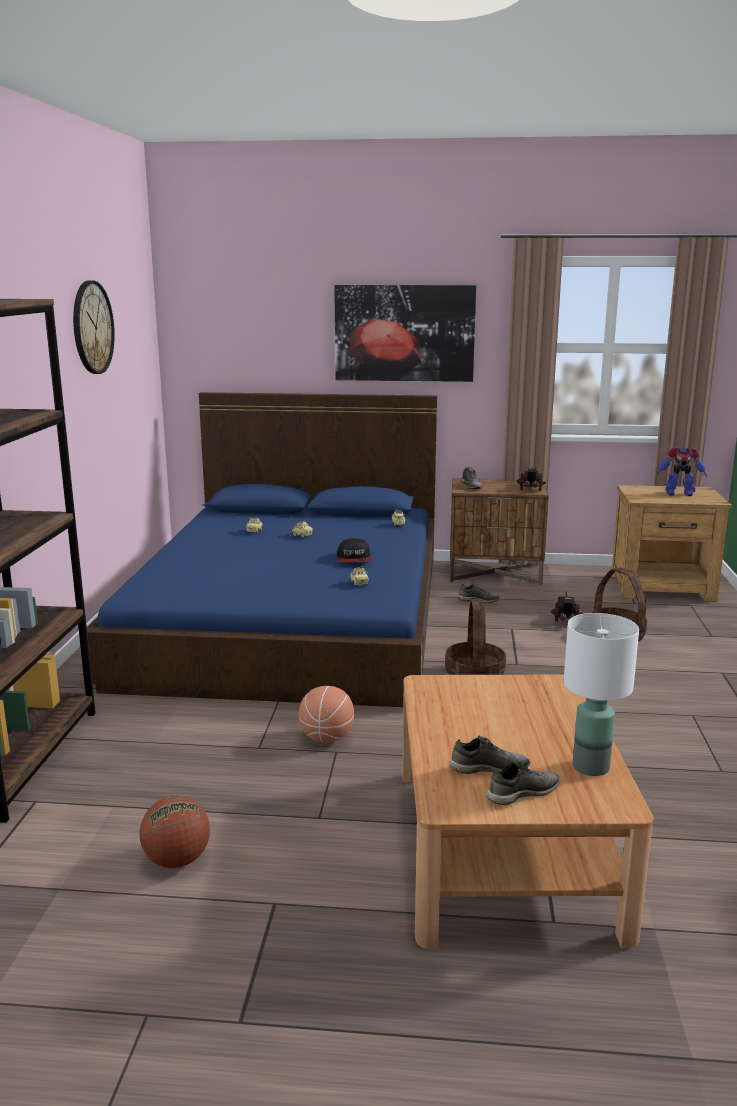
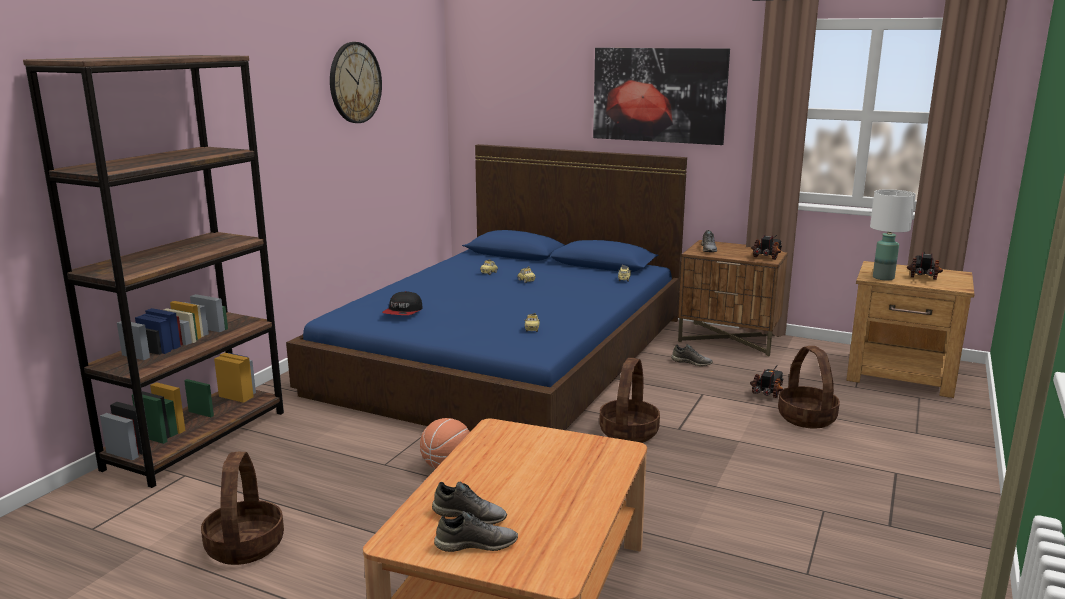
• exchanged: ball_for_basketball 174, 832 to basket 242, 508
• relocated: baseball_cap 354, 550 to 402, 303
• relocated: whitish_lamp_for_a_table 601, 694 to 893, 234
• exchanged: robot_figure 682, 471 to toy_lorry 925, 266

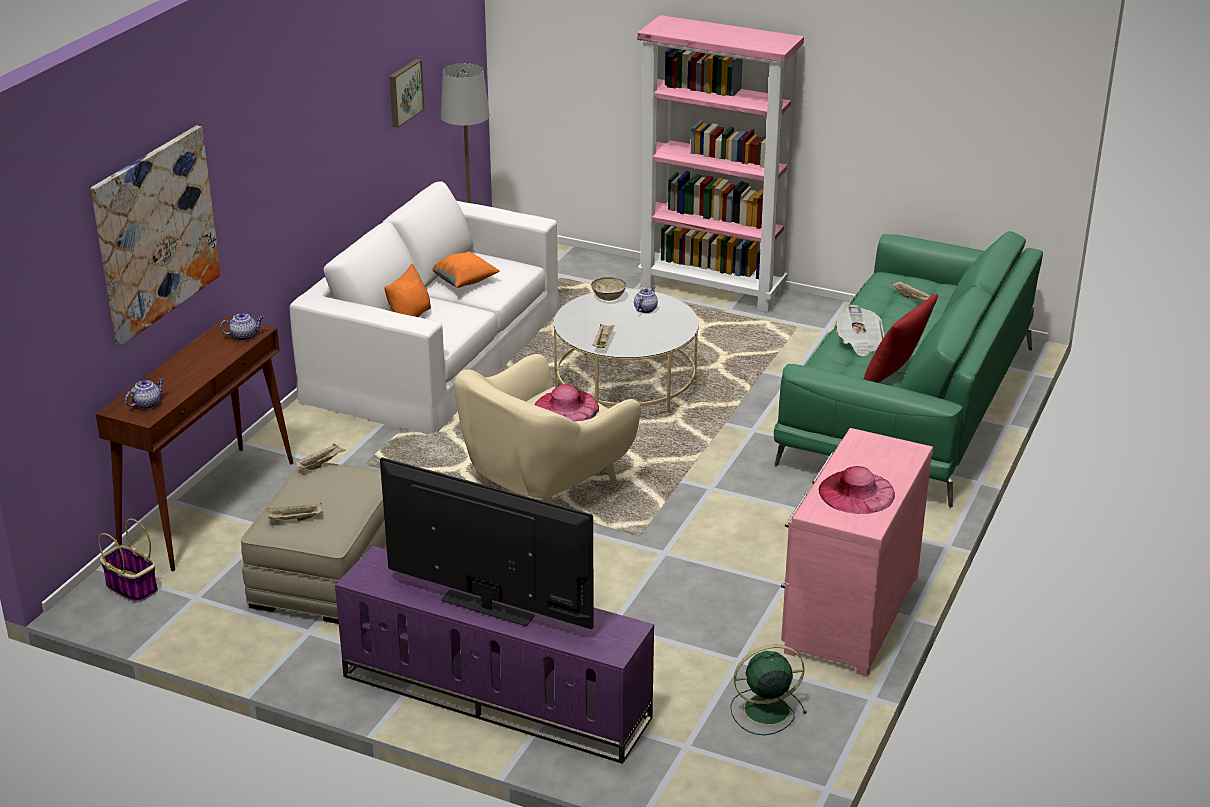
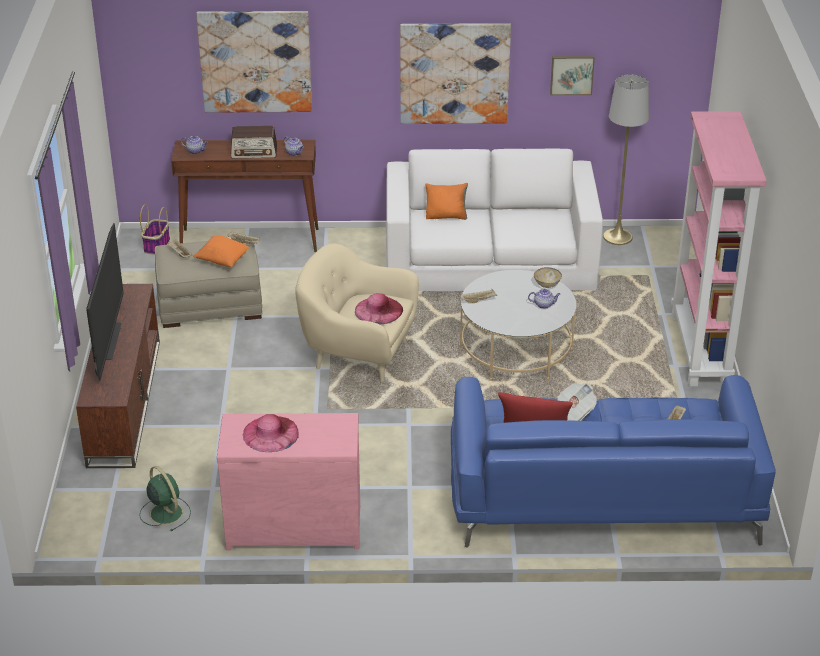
• colour: purple_tv_stand 494, 655 to brownish_tv_stand 118, 376
• relocated: orangey_cushion 466, 270 to 221, 251
• appeared: radio 253, 142
• appeared: picture 455, 73
• colour: green-coloured_sofa 908, 369 to bluish_sofa 613, 461

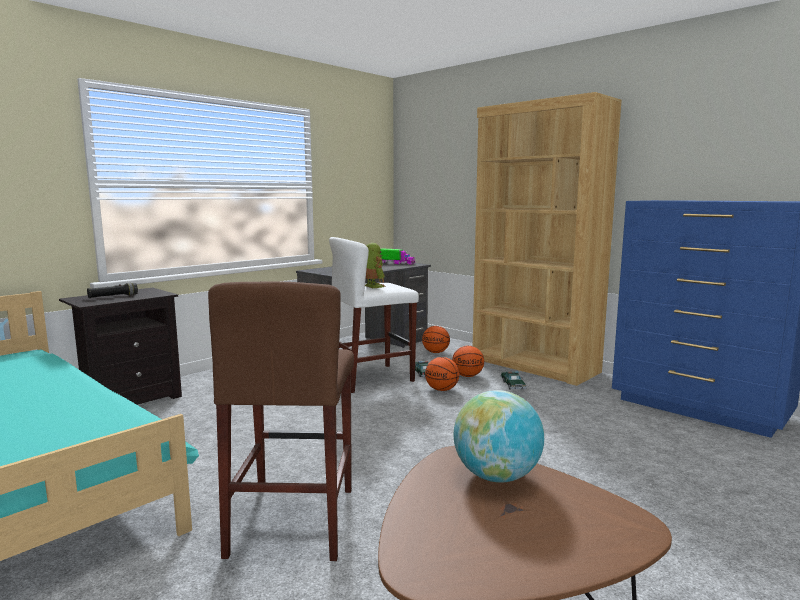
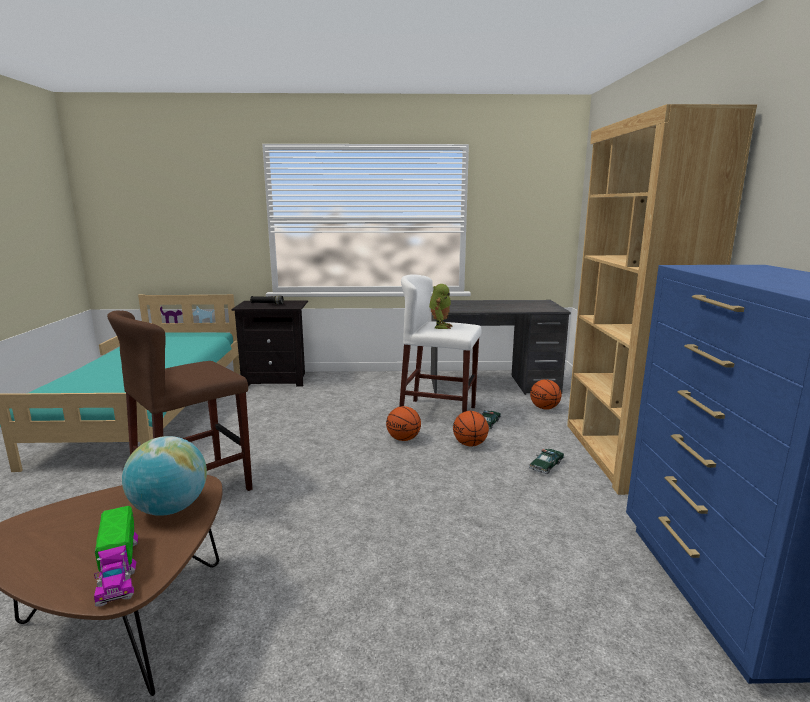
• relocated: toy_lorry 398, 256 to 116, 556
• relocated: ball_for_basketball 468, 361 to 403, 423

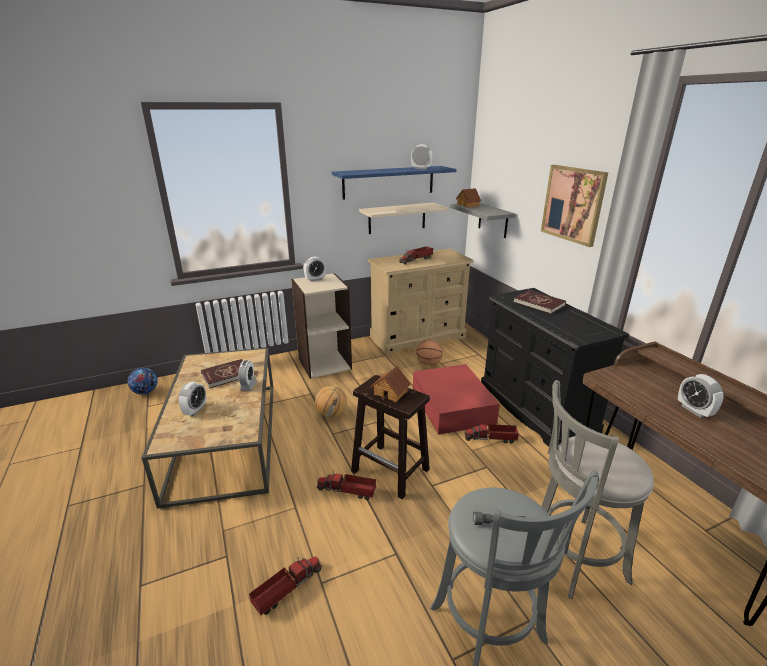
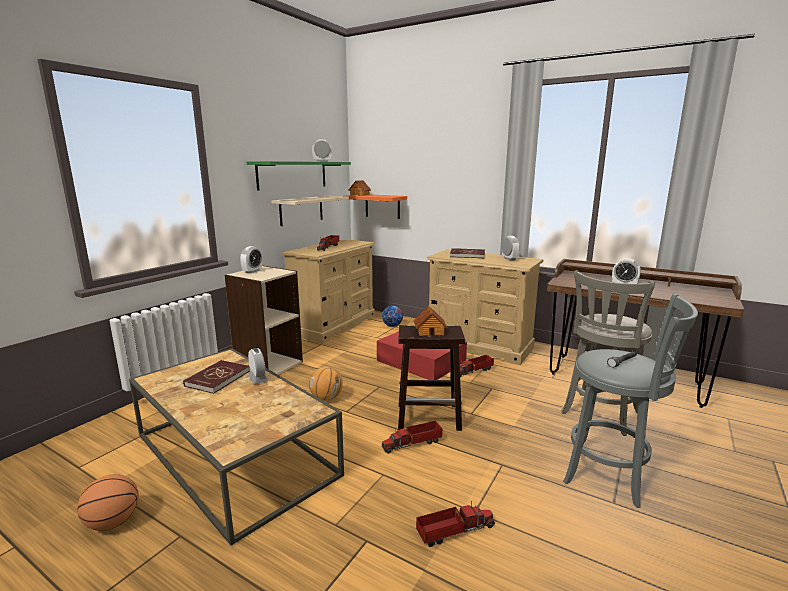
• relocated: ball_for_basketball 429, 352 to 108, 502
• colour: bluish_wall_shelf 394, 183 to green-coloured_wall_shelf 299, 176
• colour: grey_wall_shelf 482, 220 to orangey_wall_shelf 375, 207
• relocated: football 143, 381 to 392, 316
• spun: toy_lorry 285, 585 = 455, 524 60 degrees clockwise
• colour: black_chest_of_drawers 555, 367 to beige_chest_of_drawers 484, 307
• relocated: table_clock 192, 399 to 511, 248
• missing: picture 574, 206

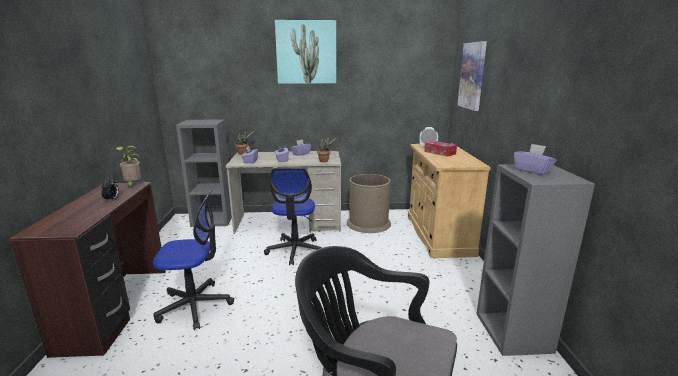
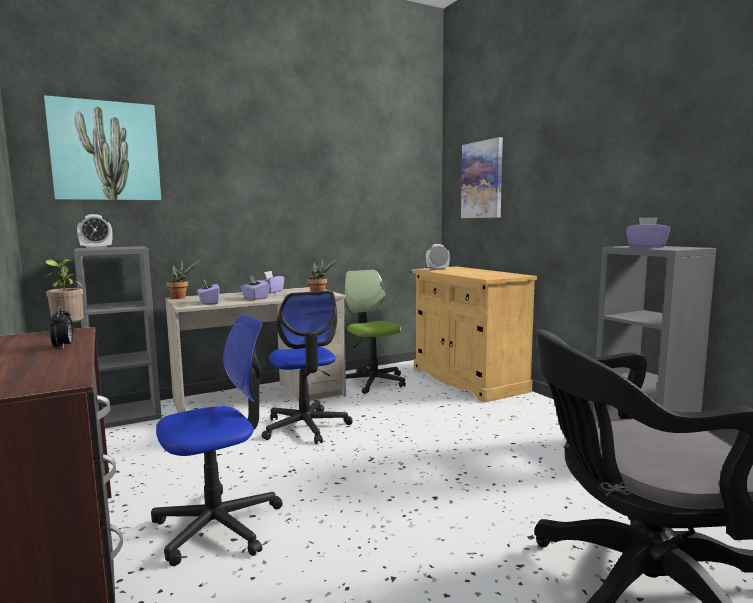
• relocated: picture 305, 52 to 102, 147
• appeared: table_clock 94, 231
• exchanged: brownish_rubbish_bin 369, 203 to desk_chair 375, 332
• missing: tissue_box 440, 149

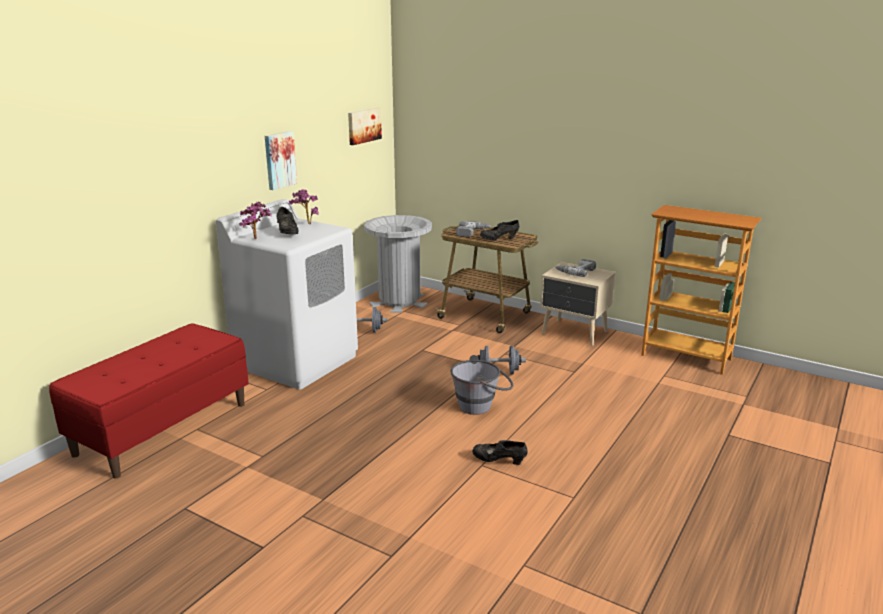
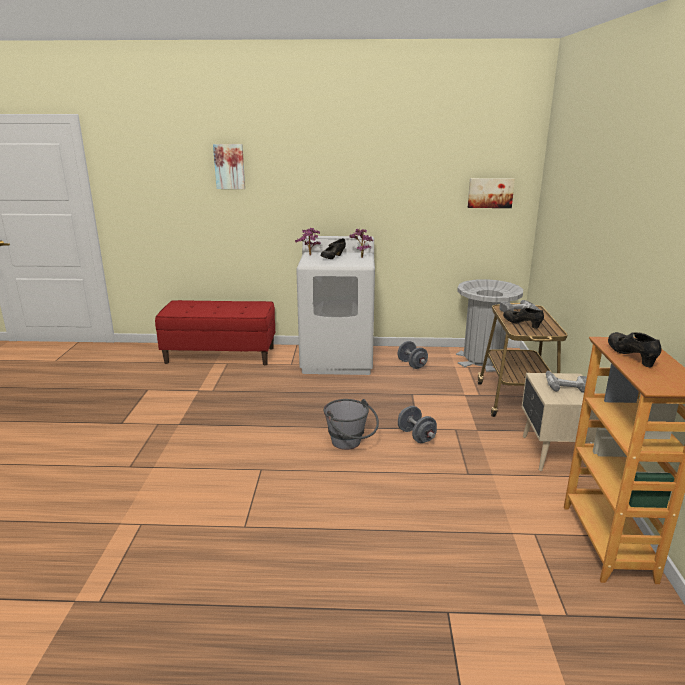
• relocated: picture 281, 160 to 229, 166
• relocated: black_shoe 500, 452 to 634, 349

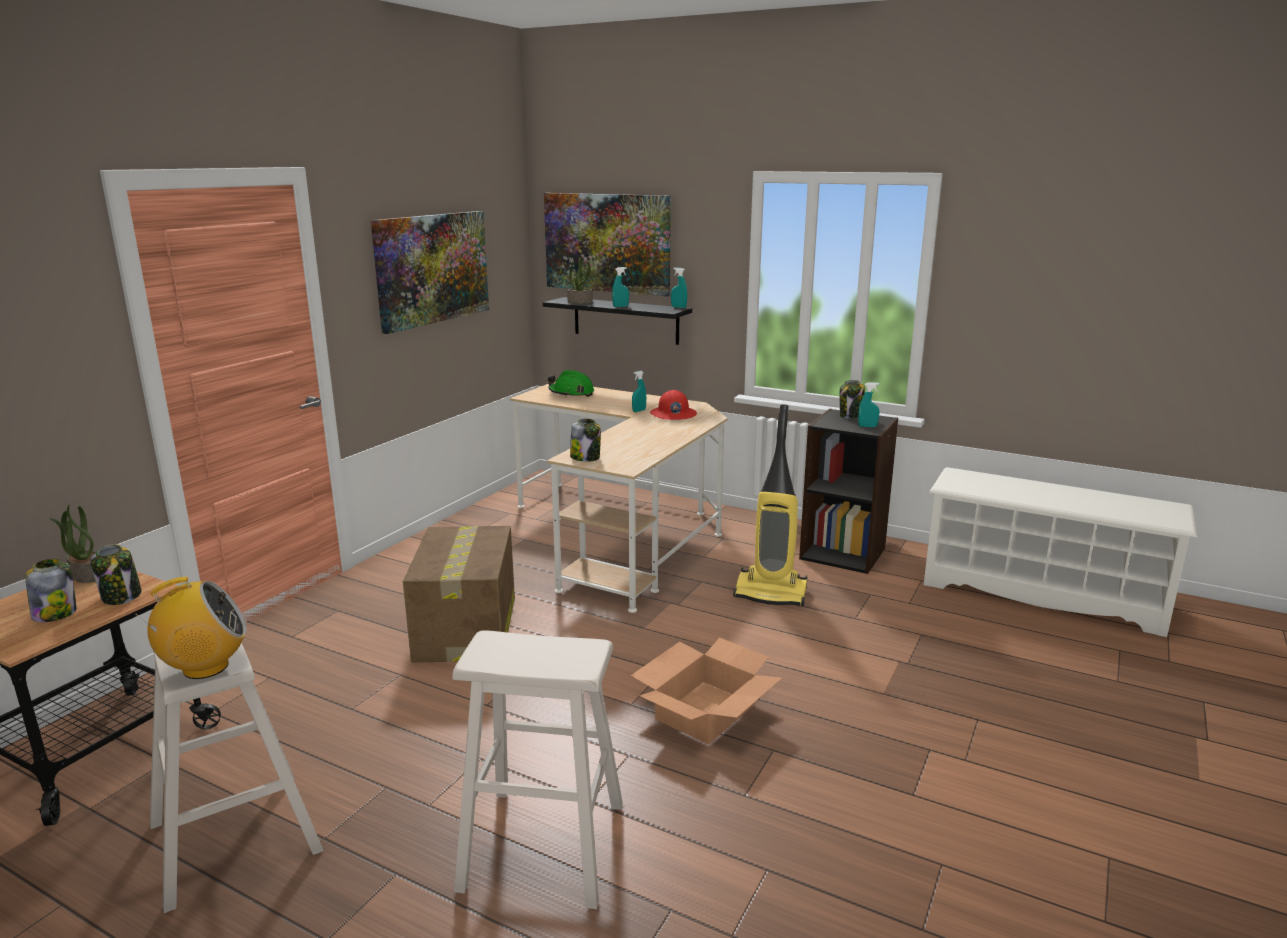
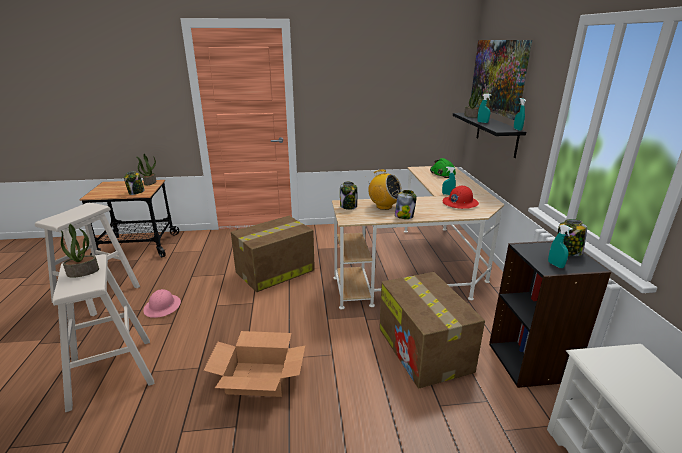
• appeared: plant_in_a_pot 80, 251
• appeared: pinkish_work_helmet 162, 303
• relocated: radio 191, 627 to 385, 190
• exchanged: hoover 770, 505 to packing_box 432, 330
• relocated: preserve_jar 51, 590 to 406, 204
• missing: picture 430, 272

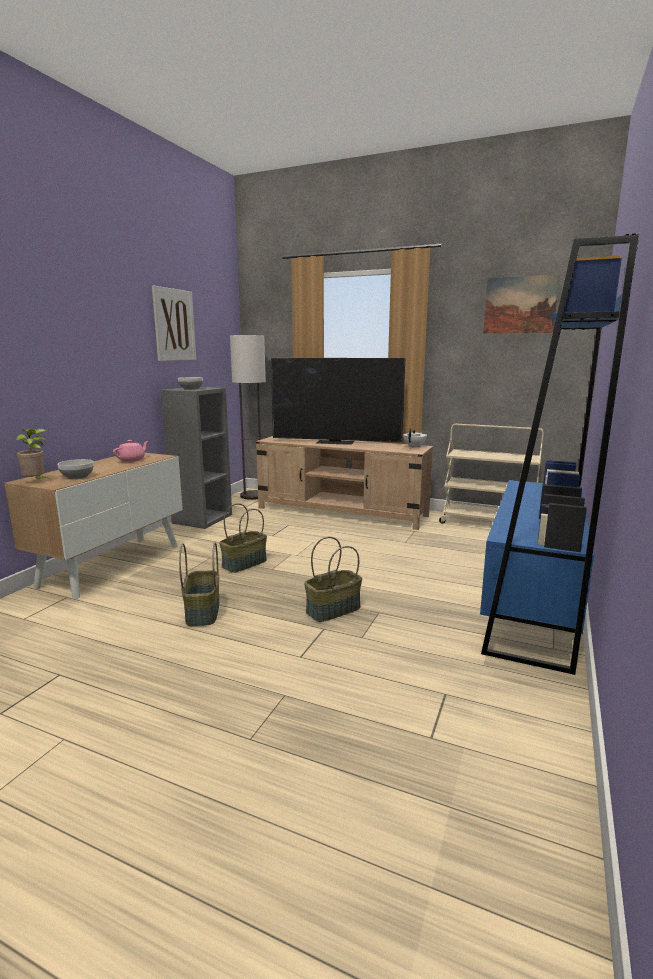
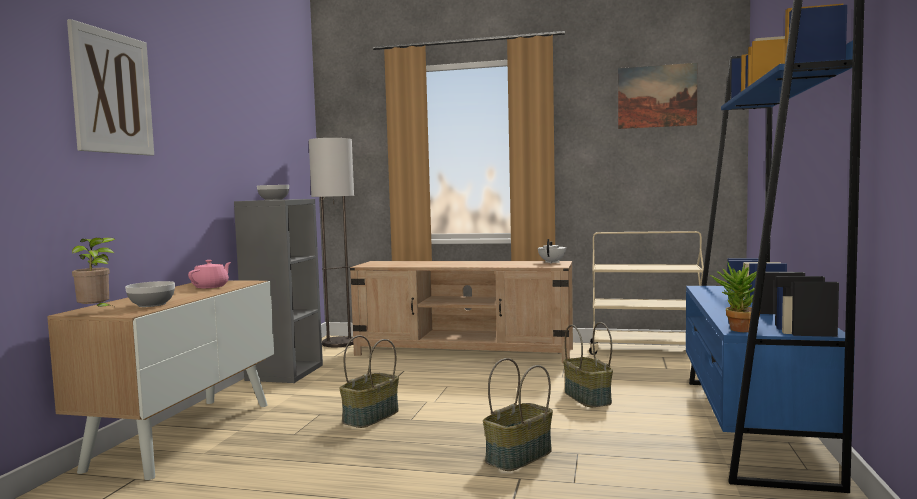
• relocated: picture 174, 323 to 110, 87
• relocated: basket 199, 584 to 588, 364
• appeared: plant_in_a_pot 735, 297
• missing: TV 338, 401

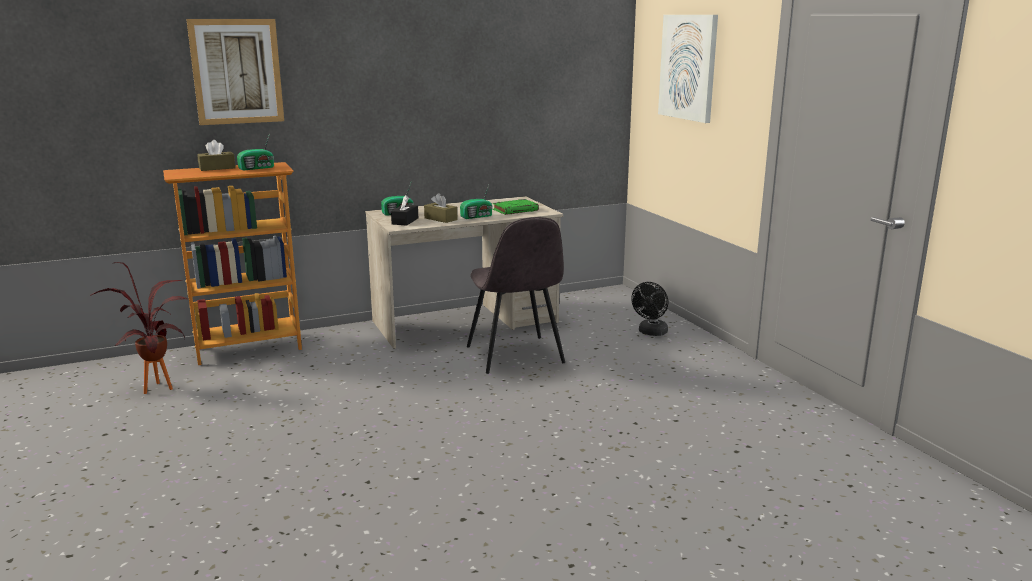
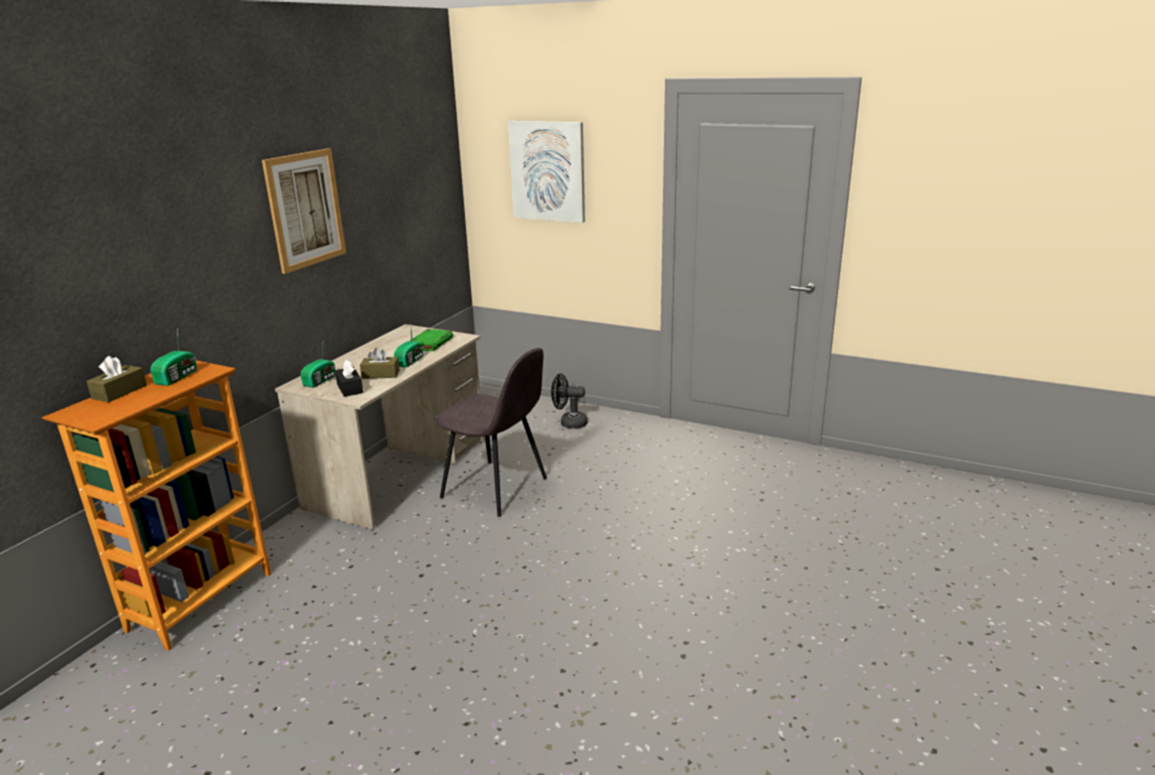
• relocated: picture 235, 72 to 304, 211
• spun: black_electric_fan 649, 309 = 569, 401 105 degrees clockwise
• missing: plant_in_a_pot 139, 328

